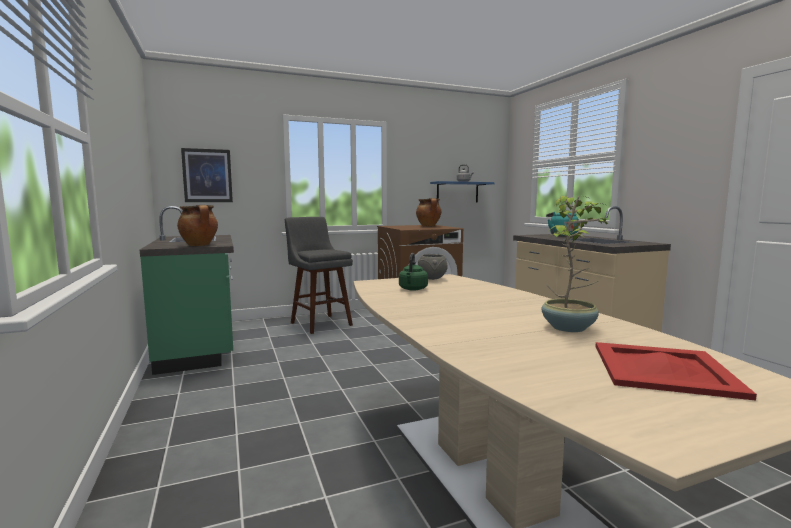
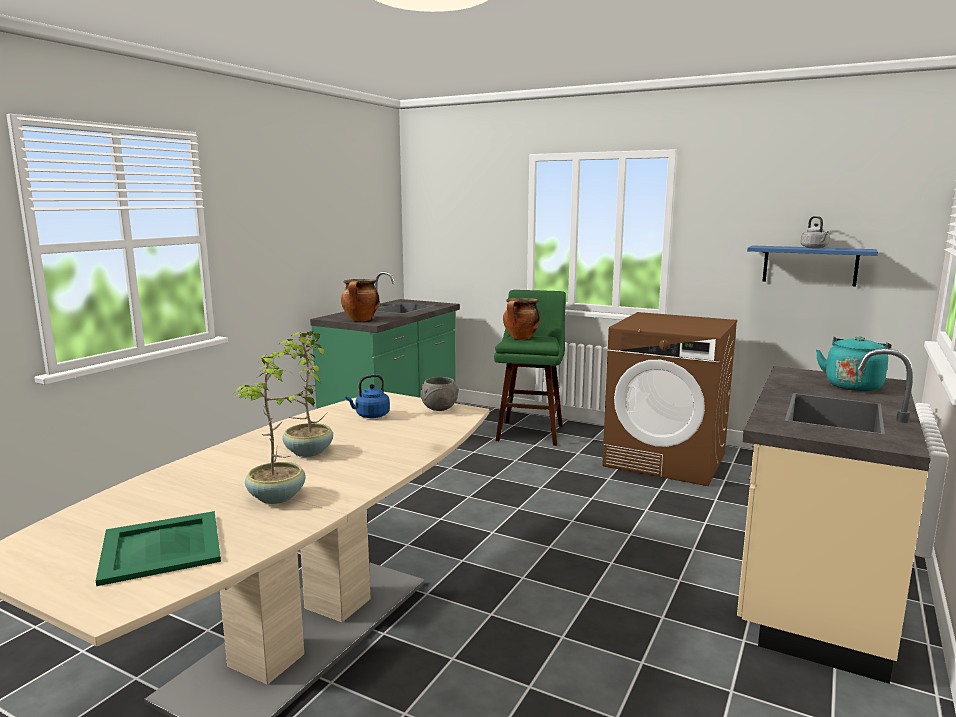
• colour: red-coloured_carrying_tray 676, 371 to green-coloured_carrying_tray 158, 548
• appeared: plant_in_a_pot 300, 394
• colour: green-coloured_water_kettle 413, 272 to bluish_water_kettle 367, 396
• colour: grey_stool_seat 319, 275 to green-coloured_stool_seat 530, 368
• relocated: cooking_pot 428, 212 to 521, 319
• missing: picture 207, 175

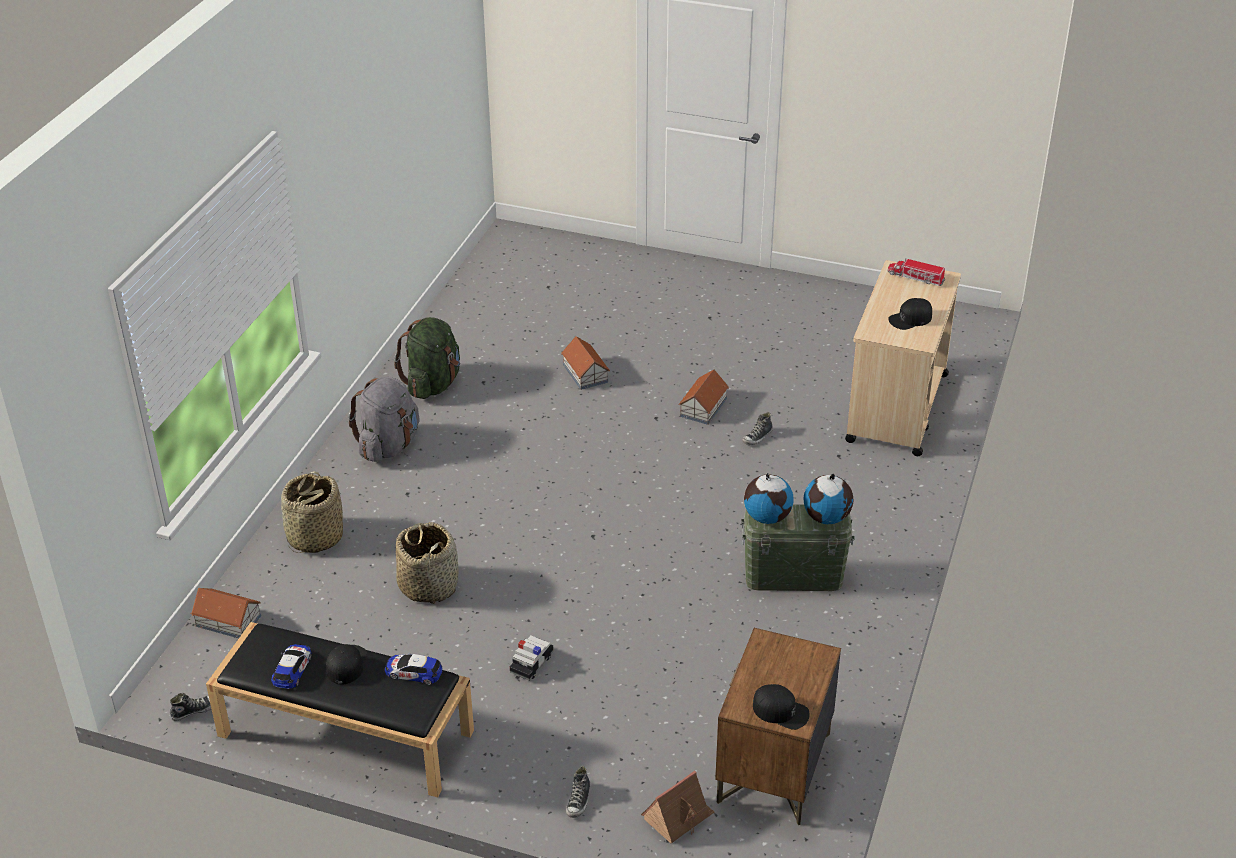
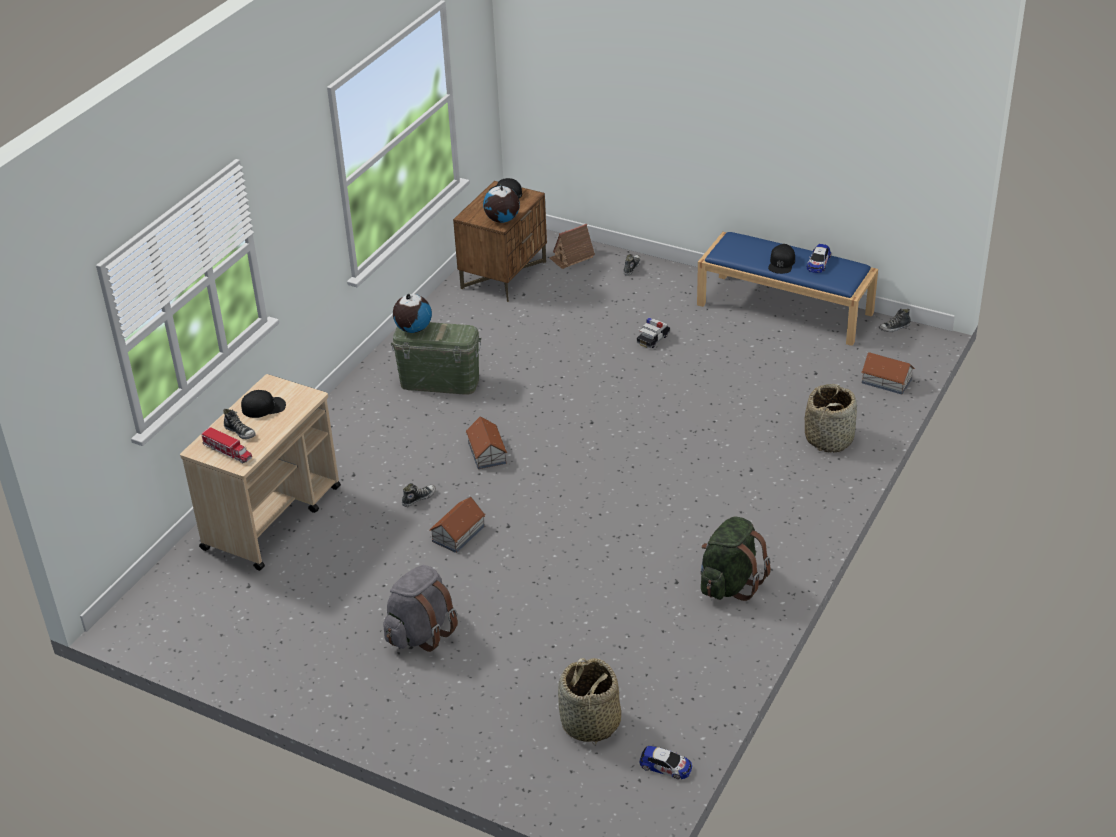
• appeared: shoe 239, 424
• relocated: grey_backpack 384, 419 to 420, 608
• relocated: miniature_house 585, 363 to 486, 442
• relocated: globe 769, 498 to 501, 204
• relocated: basket 427, 563 to 589, 701
• relocated: model_car 413, 669 to 666, 762
• colour: black_indoor_bench 340, 710 to bluish_indoor_bench 787, 289

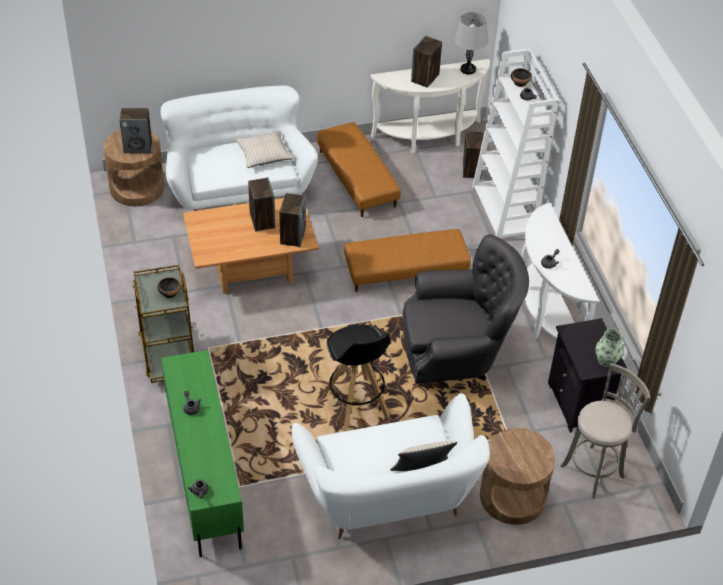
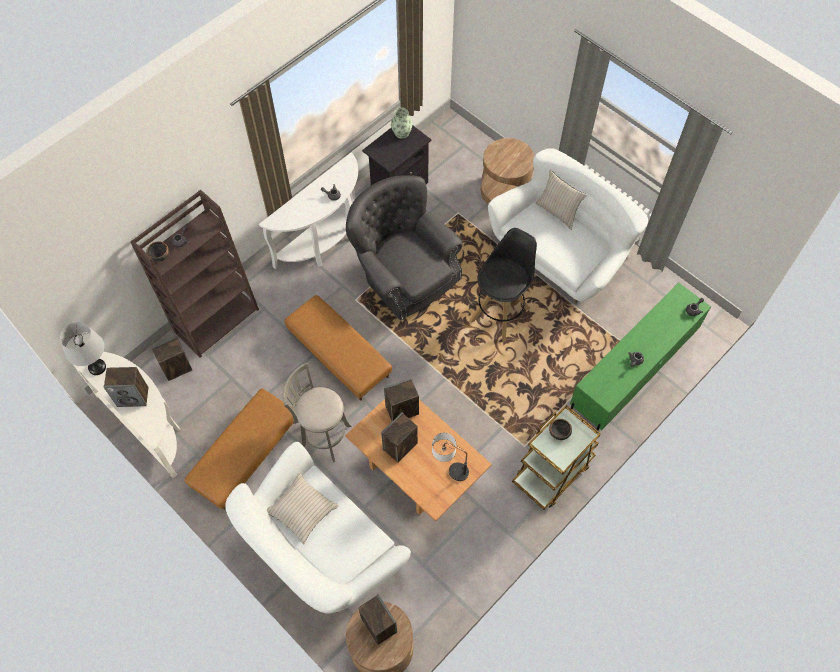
• colour: whitish_bookcase 515, 143 to brownish_bookcase 194, 274
• relocated: grey_stool_seat 605, 431 to 317, 412
• appeared: lamp_for_a_table 450, 456

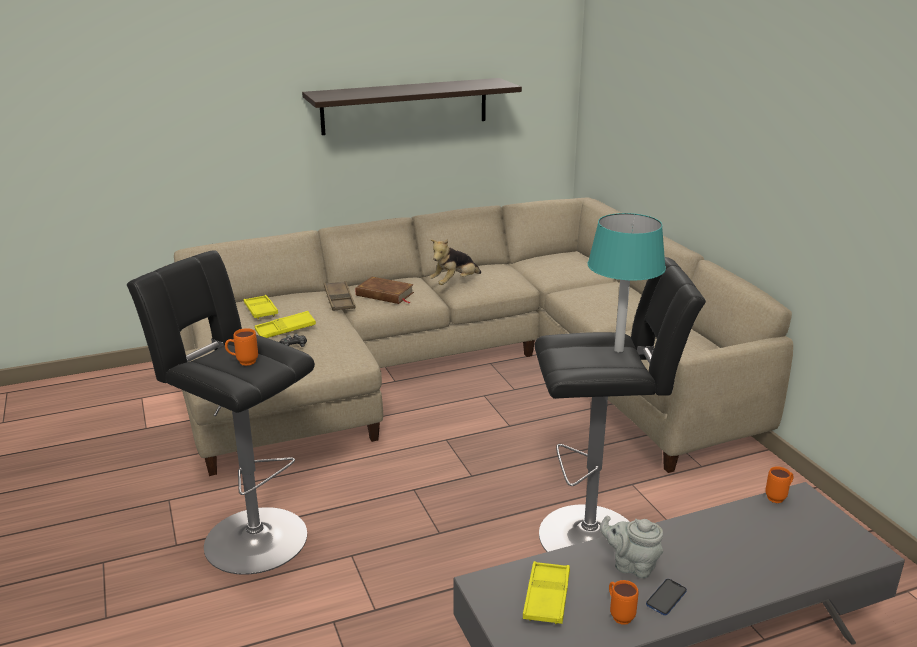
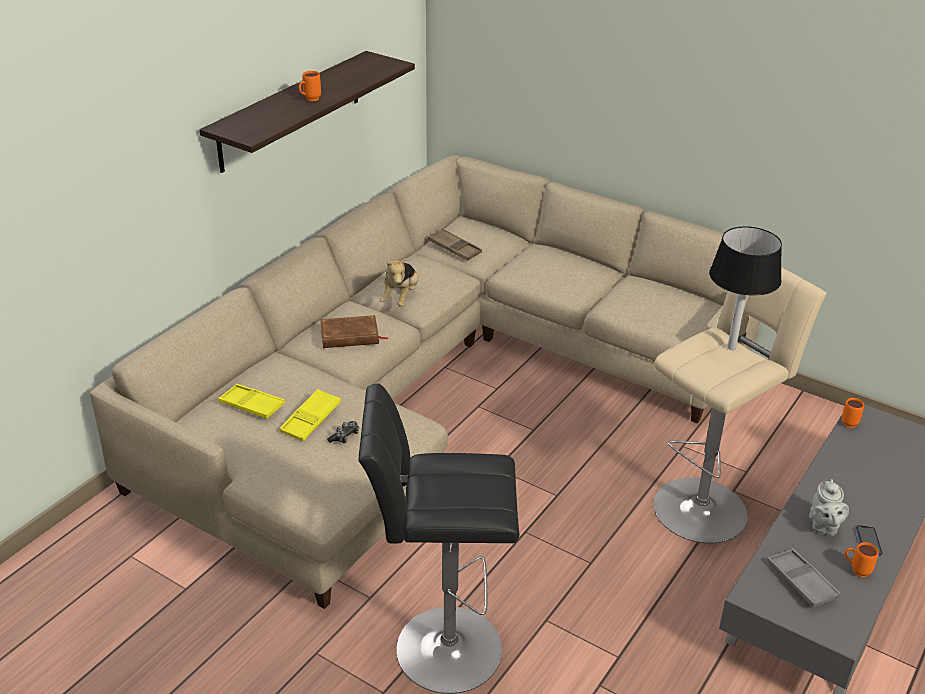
• relocated: orangey_mug 241, 347 to 310, 86
• relocated: brownish_carrying_tray 339, 296 to 455, 244
• colour: black_stool_seat 620, 404 to beige_stool_seat 740, 405
• colour: blue-green_lamp_for_a_table 626, 283 to black_lamp_for_a_table 745, 288
• colour: yellowish_carrying_tray 546, 592 to grey_carrying_tray 804, 577
• spun: grey_pot_for_tea 631, 547 = 829, 507 75 degrees counterclockwise

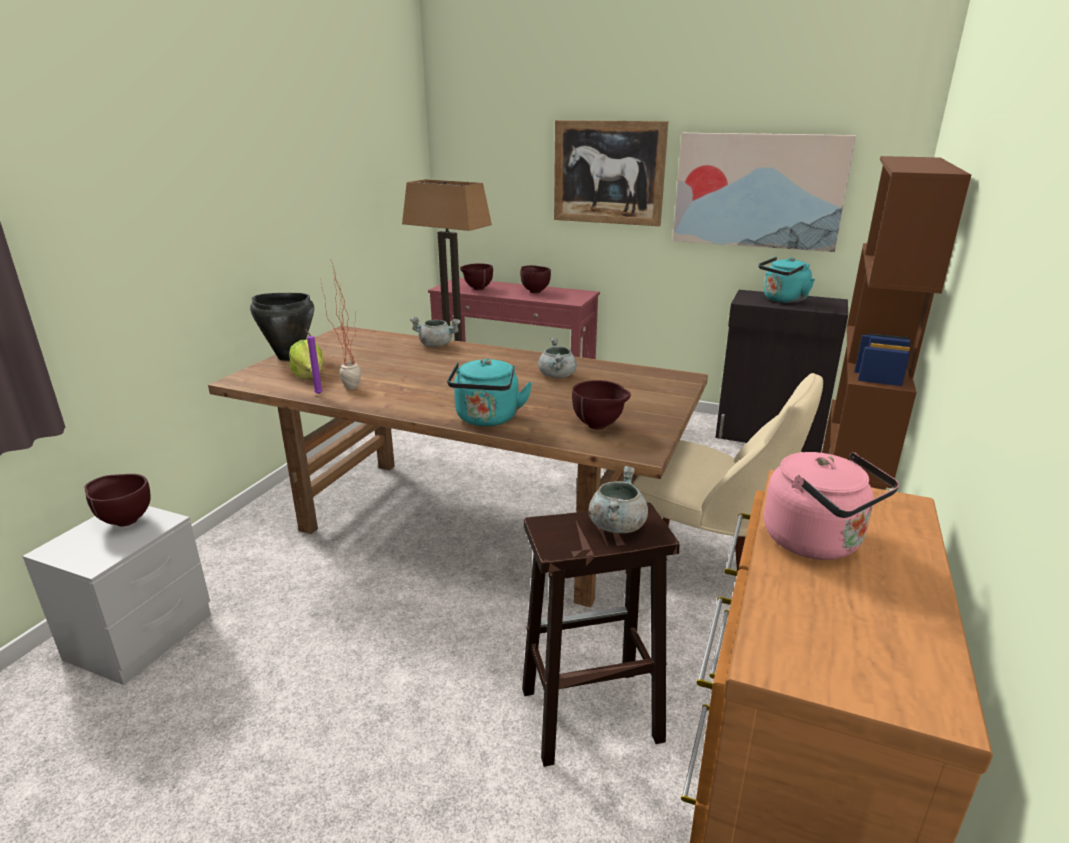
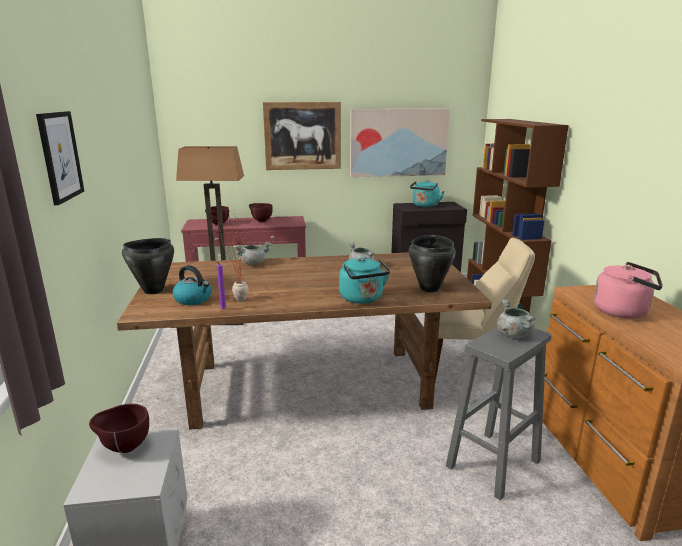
• appeared: picture 60, 158
• exchanged: lettuce 306, 359 to water_kettle 192, 285
• exchanged: brownish_serving_bowl 601, 404 to black_cooking_pot 432, 263
• colour: brownish_stool_seat 601, 634 to grey_stool_seat 498, 414

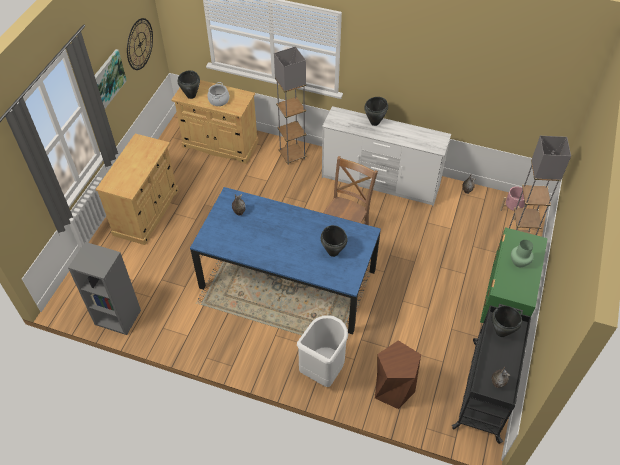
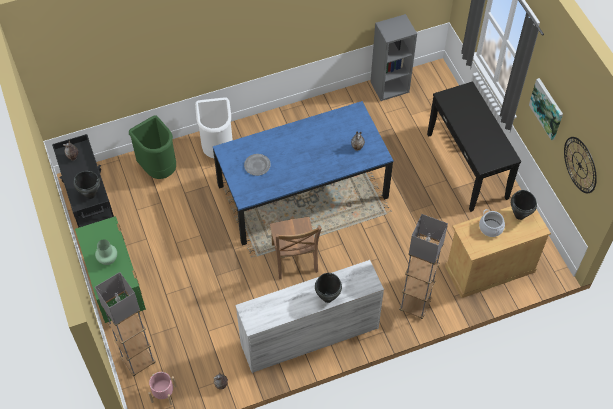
• exchanged: brownish_stool_seat 398, 374 to green-coloured_rubbish_bin 152, 147
• exchanged: black_cooking_pot 334, 241 to grey_dinner_plate 257, 165
• exchanged: beige_cabinet 137, 189 to black_narrow_table 474, 146

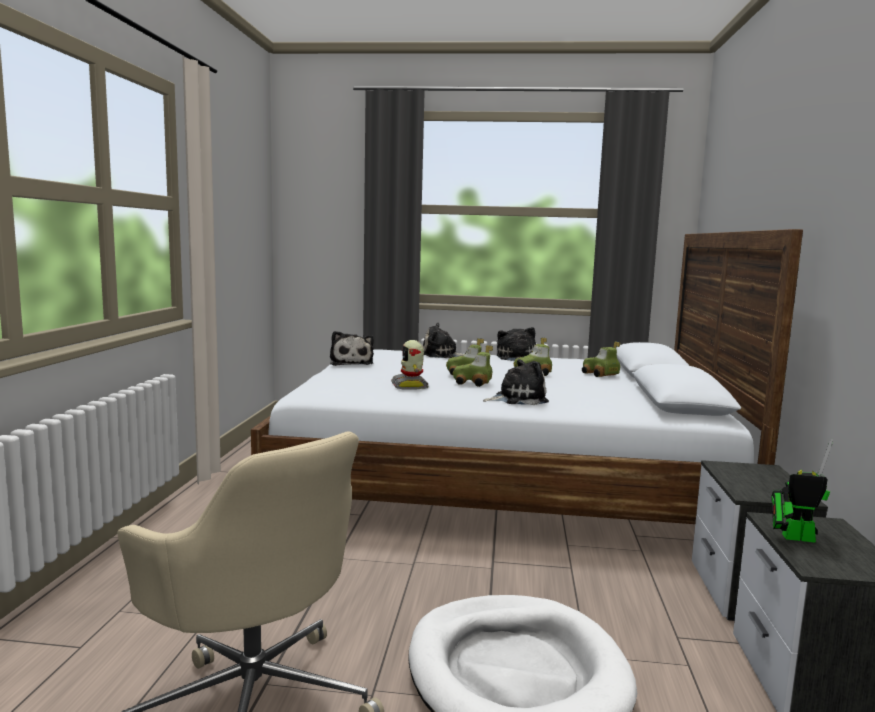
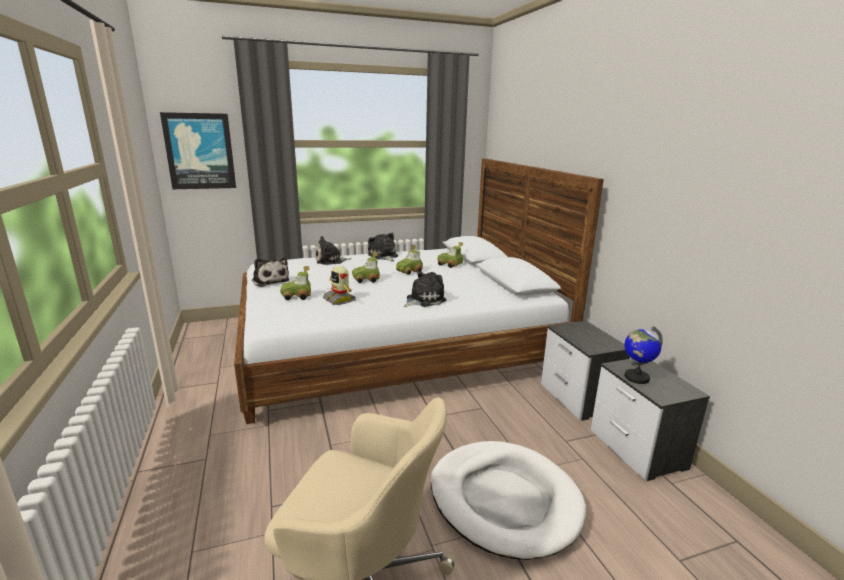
• appeared: picture 198, 150
• relocated: model_car 473, 366 to 295, 283
• exchanged: robot_figure 802, 491 to globe 643, 355

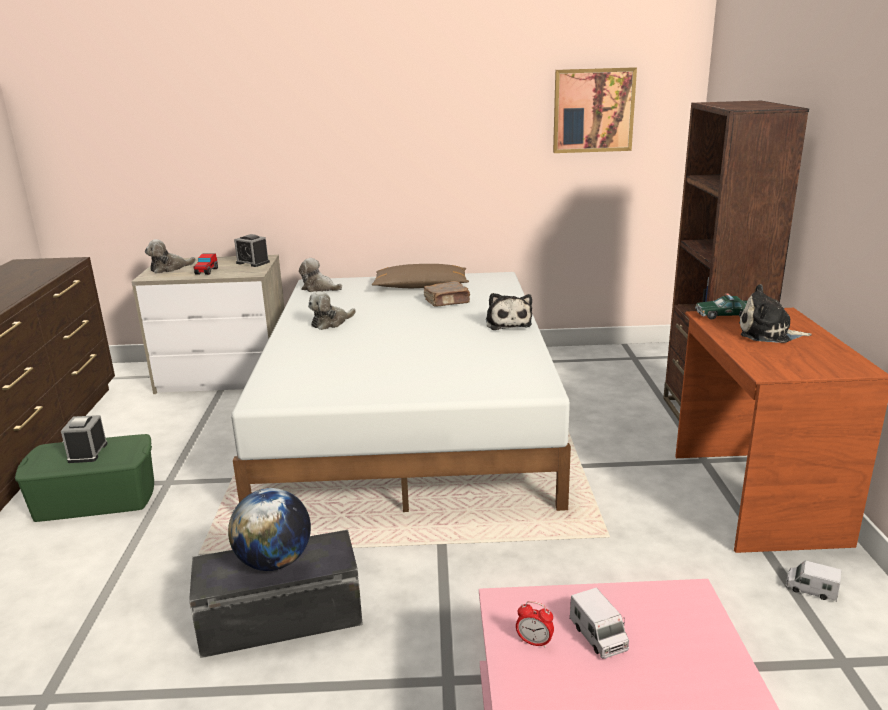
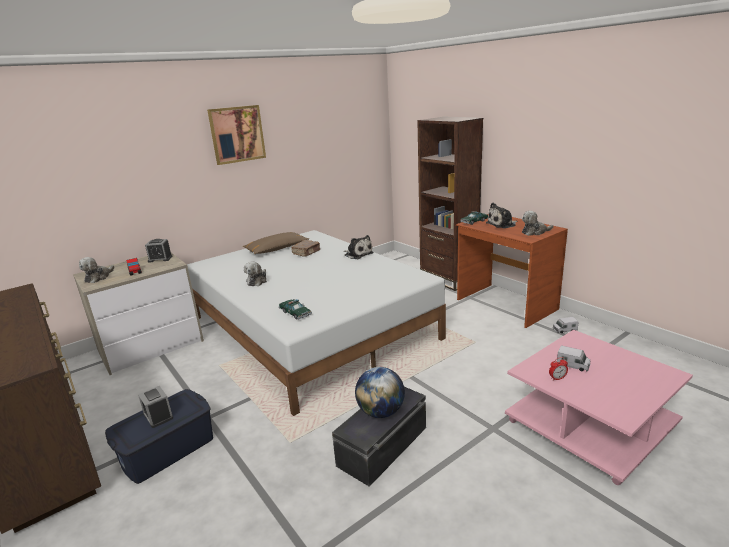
• colour: green-coloured_storage_container 84, 478 to bluish_storage_container 159, 436
• relocated: picture 595, 110 to 236, 135
• appeared: model_car 295, 309
• relocated: plush_toy 320, 275 to 537, 223

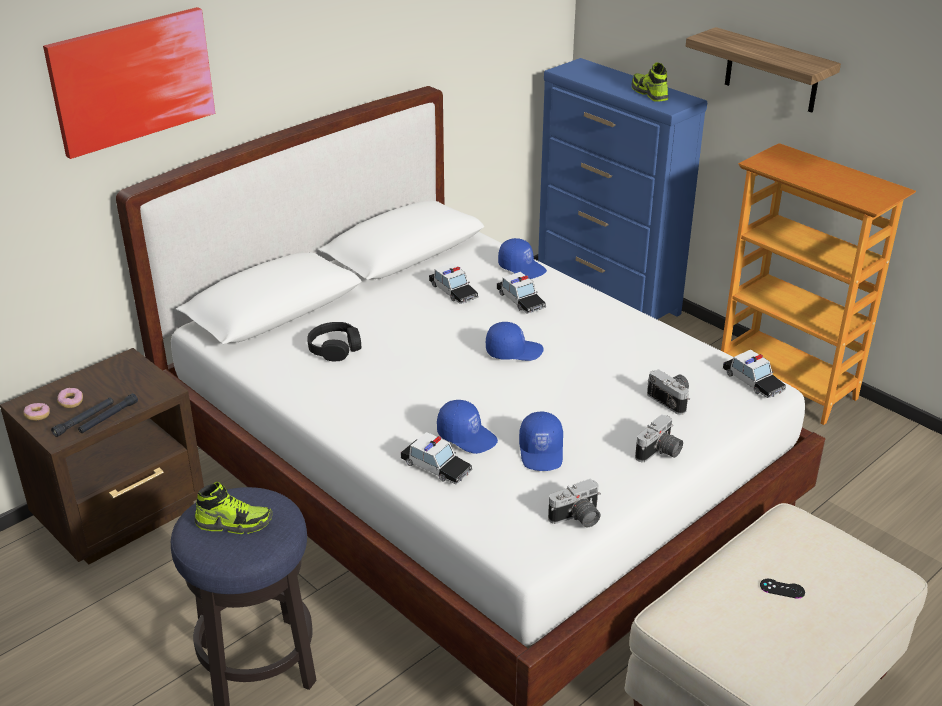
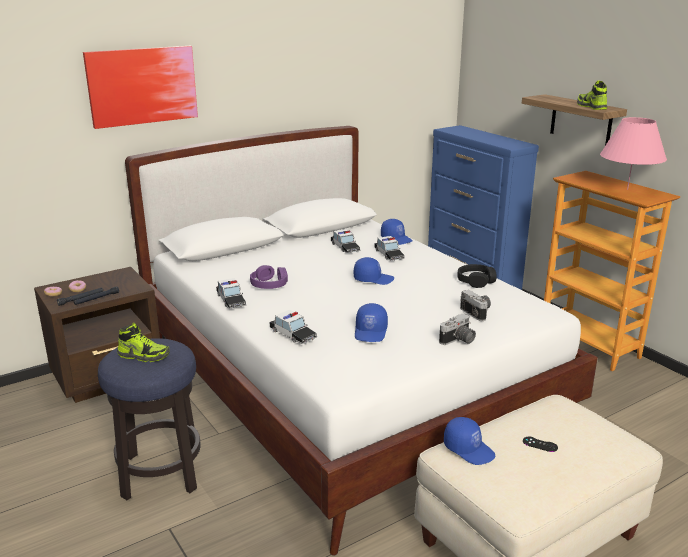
• relocated: model_car 754, 373 to 231, 293
• appeared: purple_headphones 269, 277
• relocated: bluish_baseball_cap 467, 427 to 469, 441
• relocated: black_headphones 334, 342 to 477, 276
• relocated: shoe 650, 82 to 592, 95
• appeared: pinkish_lamp_for_a_table 633, 153
• missing: still_camera 574, 503

